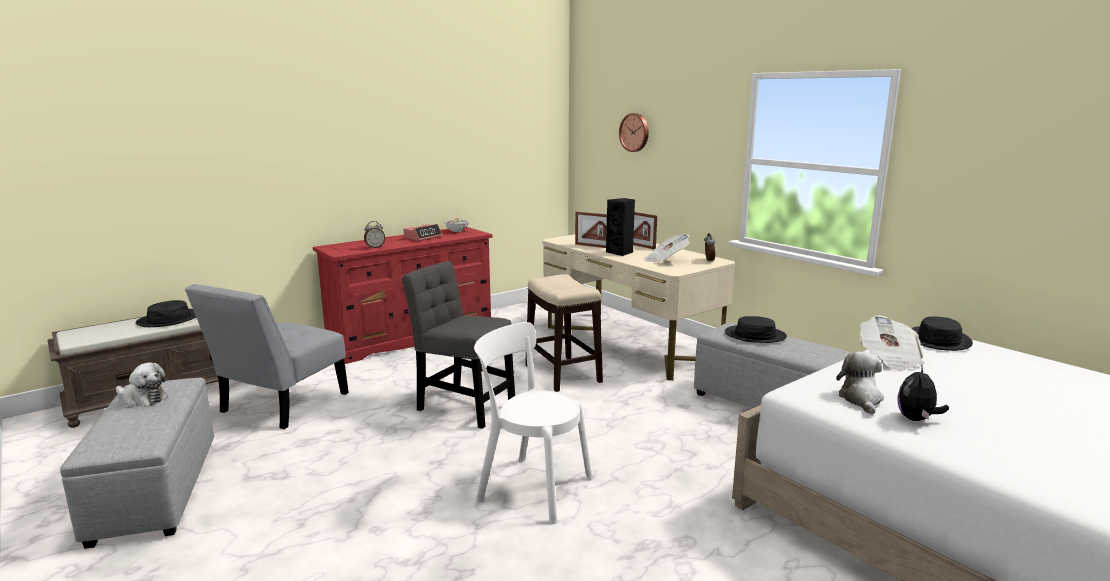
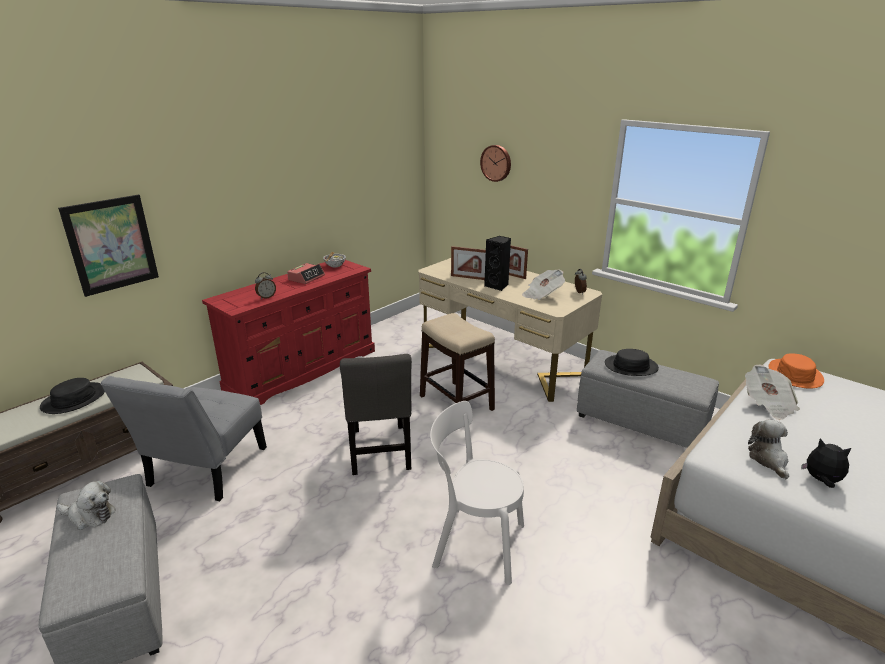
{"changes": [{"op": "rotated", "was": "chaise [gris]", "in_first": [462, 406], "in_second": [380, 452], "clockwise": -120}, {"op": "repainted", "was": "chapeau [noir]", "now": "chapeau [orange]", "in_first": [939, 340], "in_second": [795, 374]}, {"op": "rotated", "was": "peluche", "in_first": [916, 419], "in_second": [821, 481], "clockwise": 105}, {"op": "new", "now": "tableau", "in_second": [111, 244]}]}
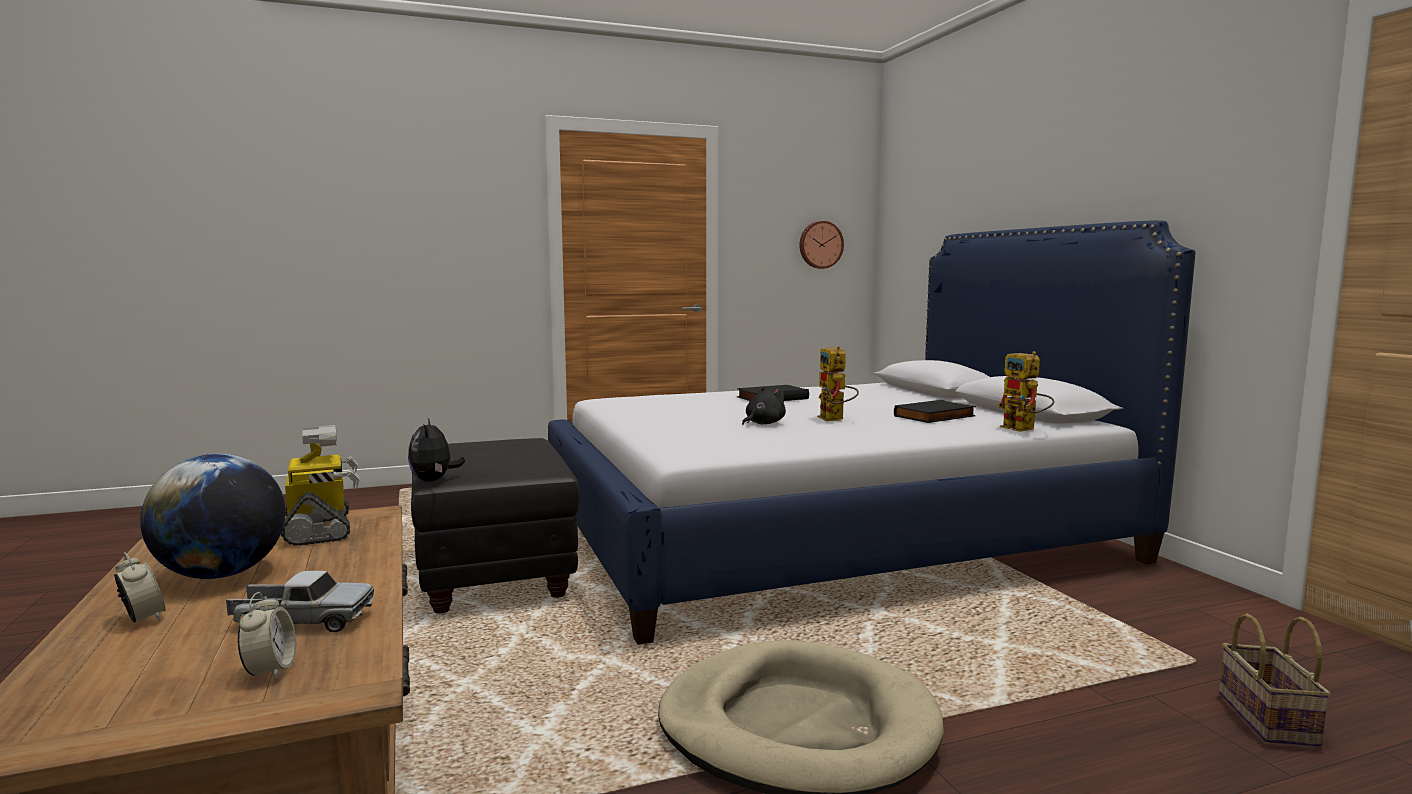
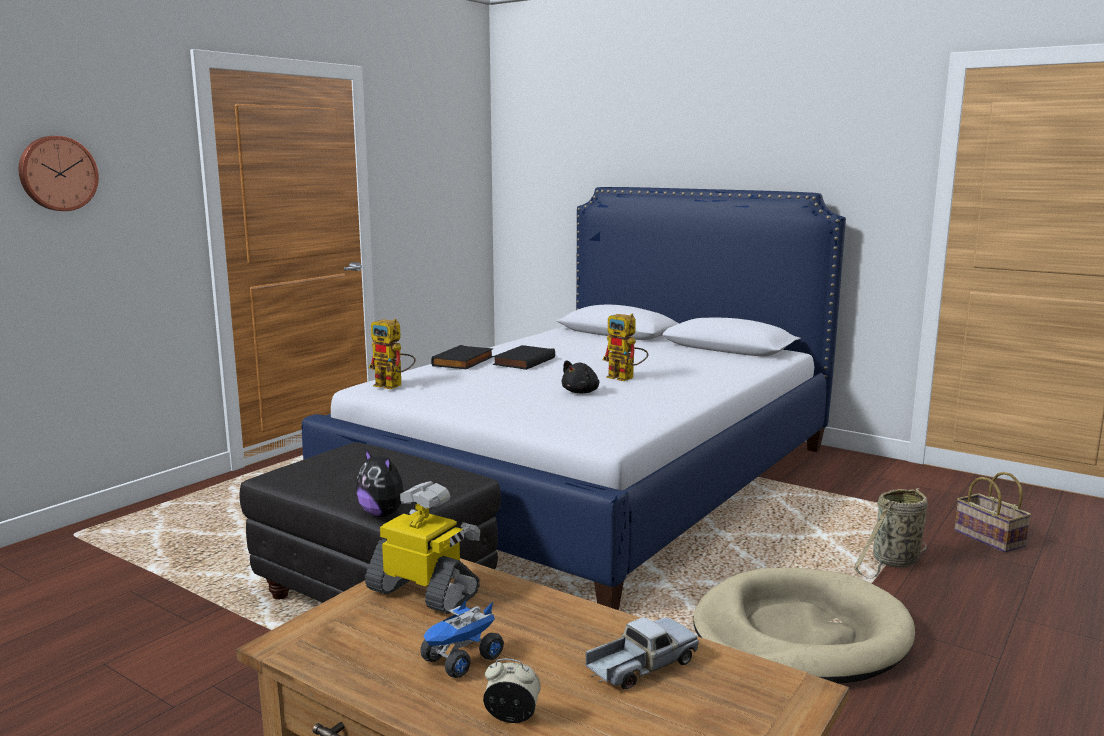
{"changes": [{"op": "shifted", "was": "horloge murale", "in_first": [820, 245], "in_second": [57, 173]}, {"op": "shifted", "was": "robot jouet", "in_first": [1025, 429], "in_second": [394, 386]}, {"op": "rotated", "was": "peluche [noir]", "in_first": [763, 423], "in_second": [581, 392], "clockwise": -150}, {"op": "shifted", "was": "livre [noir]", "in_first": [935, 417], "in_second": [464, 361]}, {"op": "swapped", "was": "globe", "now": "camion jouet", "in_first": [222, 574], "in_second": [462, 660]}, {"op": "gone", "was": "réveil", "in_first": [270, 670]}, {"op": "new", "now": "panier", "in_second": [893, 562]}]}
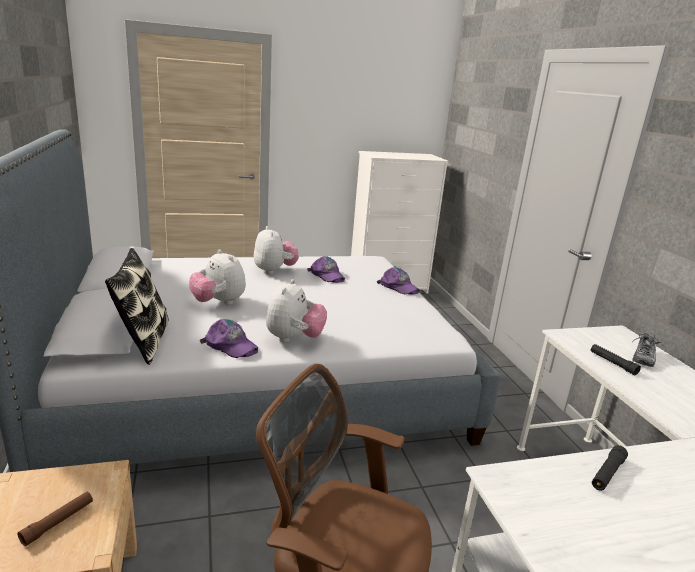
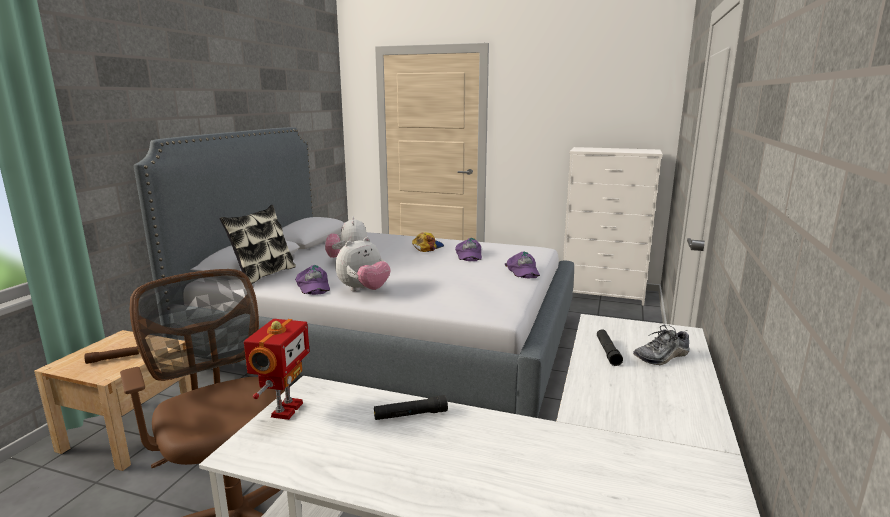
{"changes": [{"op": "swapped", "was": "peluche", "now": "casquette", "in_first": [274, 271], "in_second": [427, 247]}, {"op": "new", "now": "robot jouet", "in_second": [285, 409]}]}
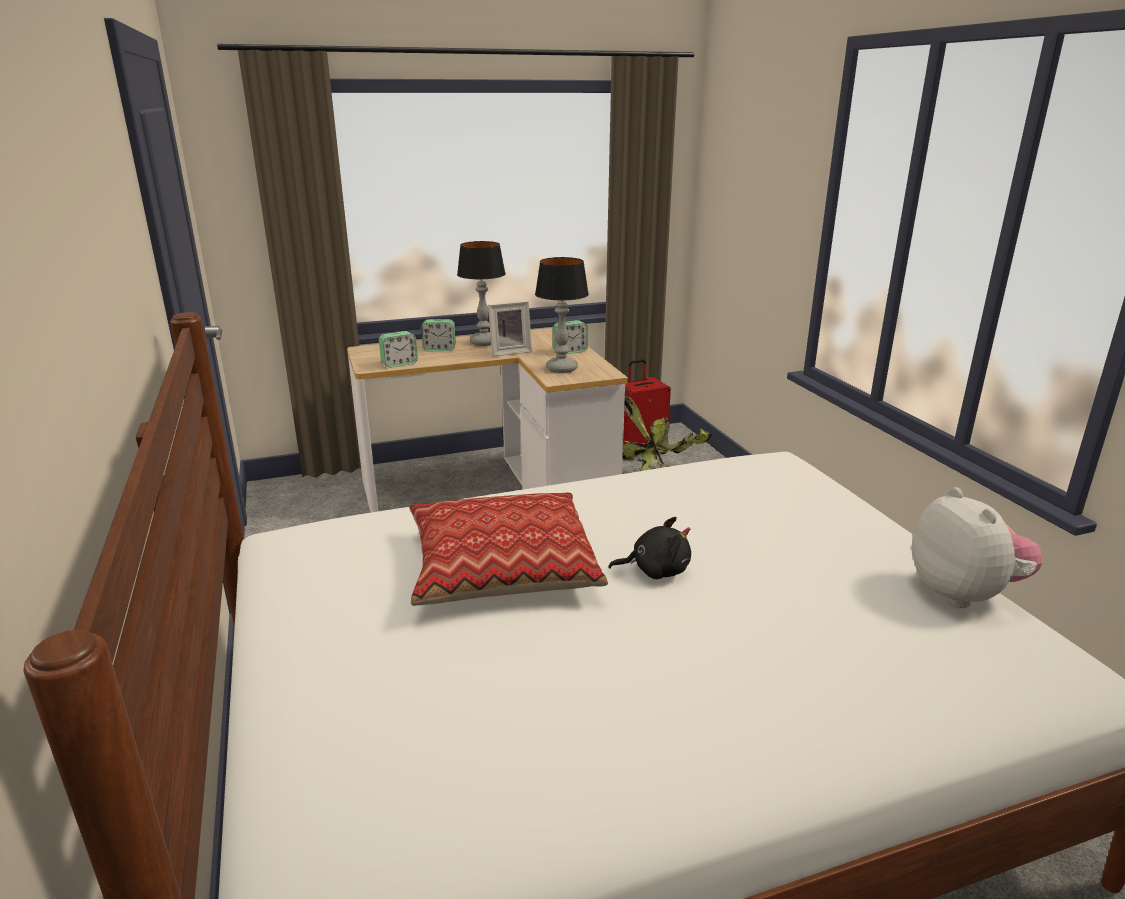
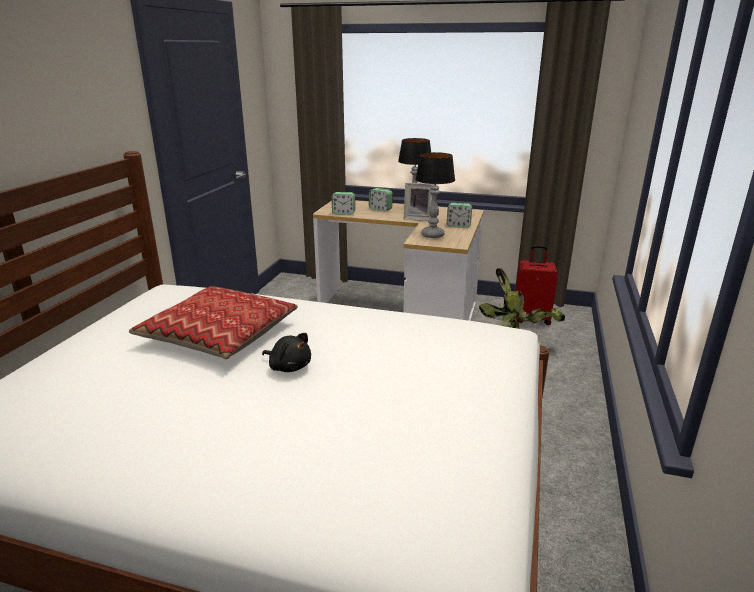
{"changes": [{"op": "gone", "was": "peluche", "in_first": [964, 594]}]}
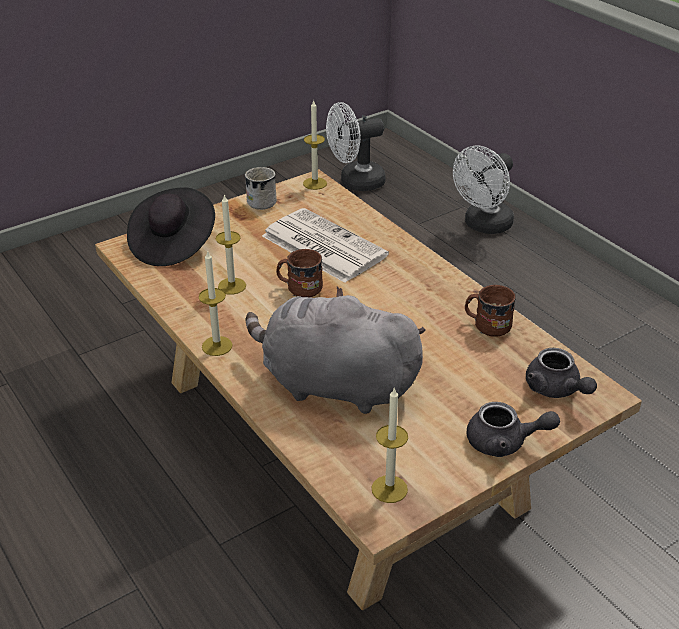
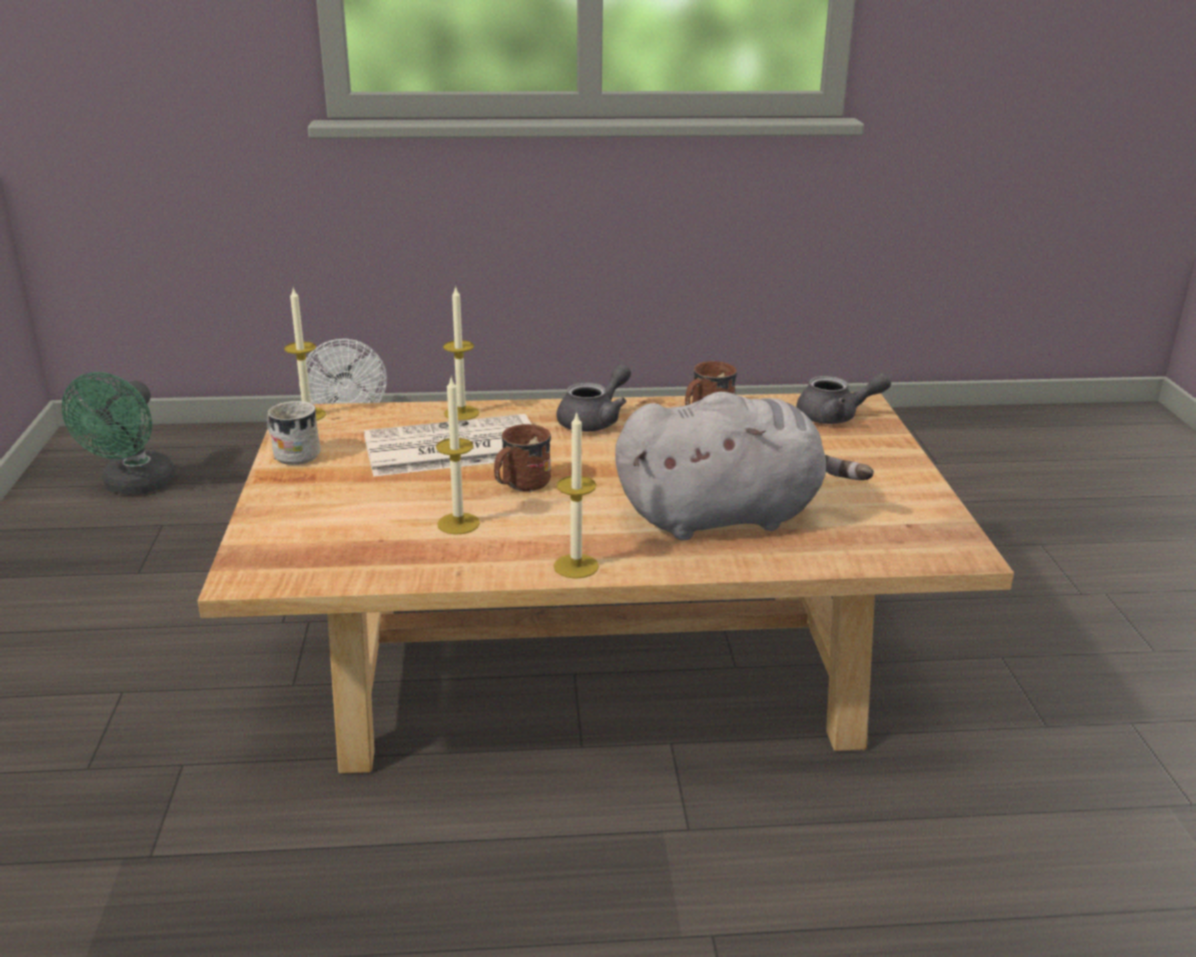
{"changes": [{"op": "repainted", "was": "ventilateur [blanc]", "now": "ventilateur [vert]", "in_first": [355, 182], "in_second": [134, 486]}, {"op": "gone", "was": "chapeau [noir]", "in_first": [173, 244]}, {"op": "rotated", "was": "peluche [gris]", "in_first": [333, 385], "in_second": [727, 516], "clockwise": -150}, {"op": "shifted", "was": "bougie", "in_first": [389, 489], "in_second": [461, 413]}, {"op": "shifted", "was": "théière [gris]", "in_first": [504, 443], "in_second": [595, 420]}]}
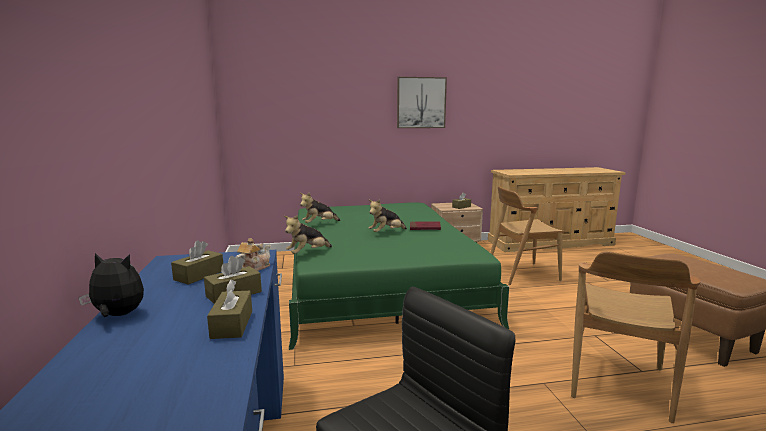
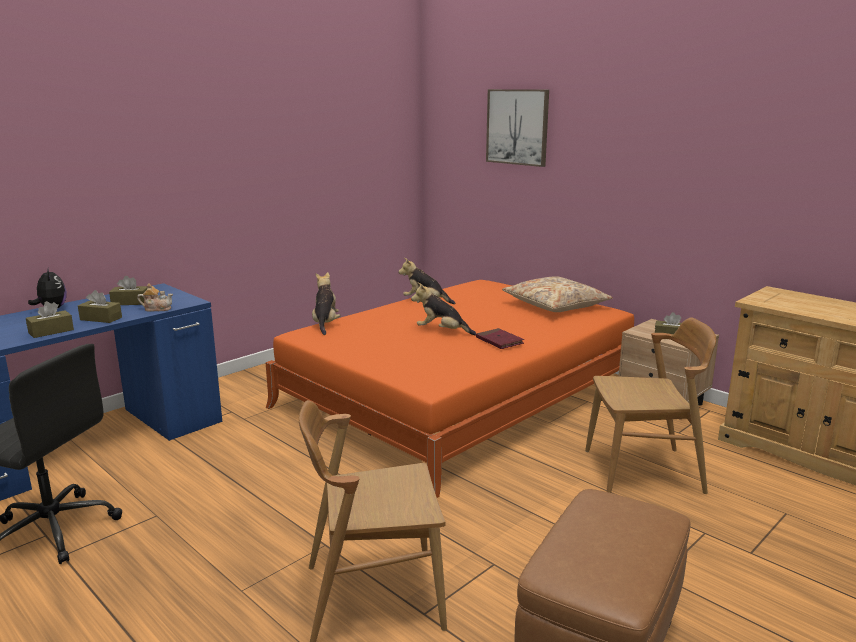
{"changes": [{"op": "shifted", "was": "tableau", "in_first": [421, 102], "in_second": [517, 127]}, {"op": "rotated", "was": "chaise [marron]", "in_first": [522, 273], "in_second": [643, 471], "clockwise": 135}, {"op": "repainted", "was": "lit [vert]", "now": "lit [orange]", "in_first": [378, 281], "in_second": [460, 395]}, {"op": "rotated", "was": "peluche", "in_first": [308, 253], "in_second": [325, 324], "clockwise": 75}, {"op": "new", "now": "coussin [beige]", "in_second": [555, 305]}]}
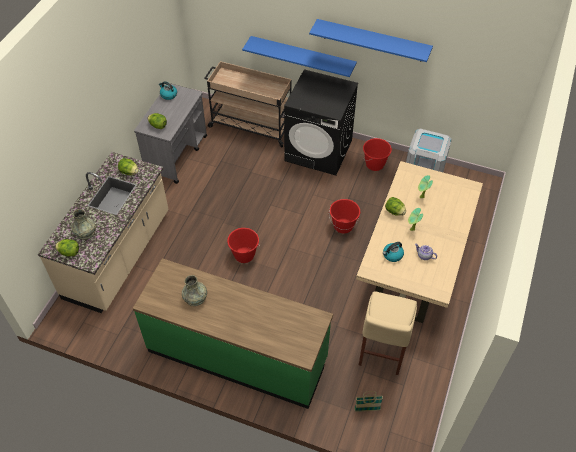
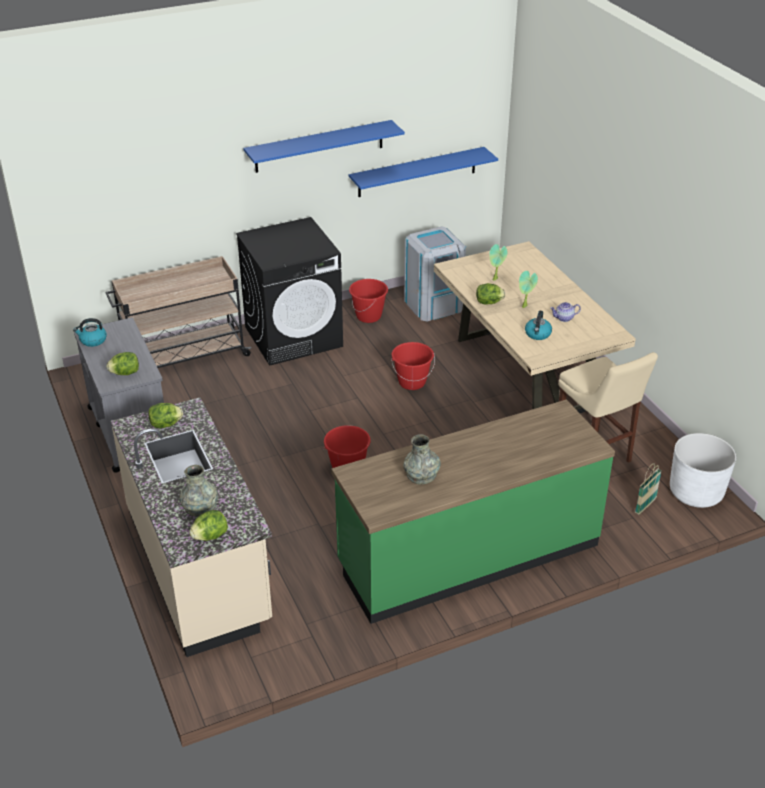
{"changes": [{"op": "shifted", "was": "étagère [bleu]", "in_first": [302, 56], "in_second": [417, 172]}, {"op": "new", "now": "cache-pot [blanc]", "in_second": [696, 492]}]}
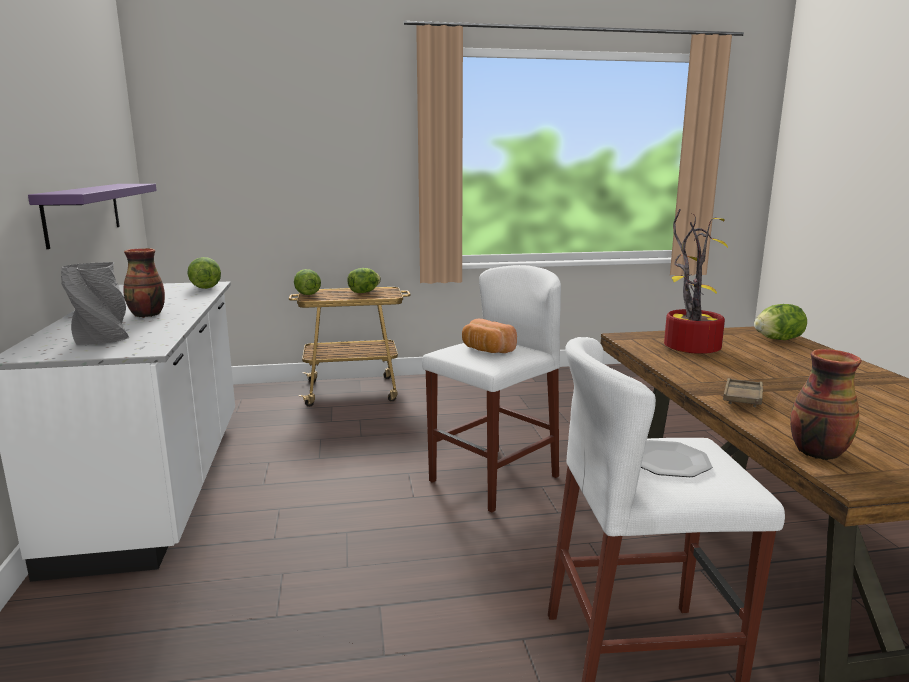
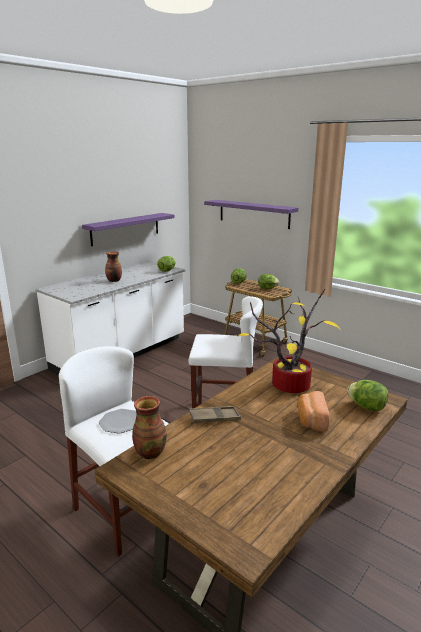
{"changes": [{"op": "gone", "was": "vase [gris]", "in_first": [102, 340]}, {"op": "shifted", "was": "pain", "in_first": [486, 350], "in_second": [311, 420]}, {"op": "new", "now": "étagère [violet]", "in_second": [253, 213]}]}
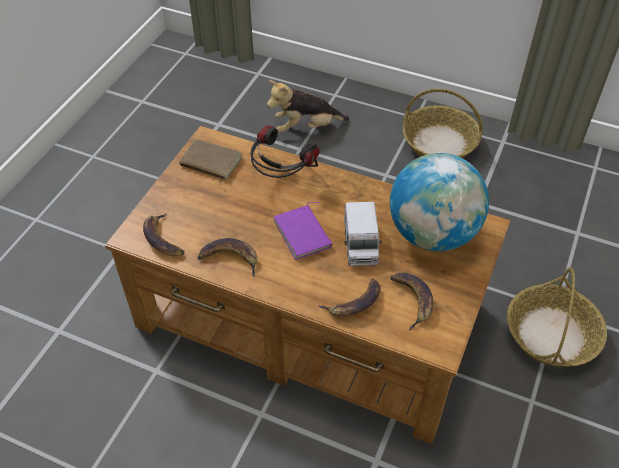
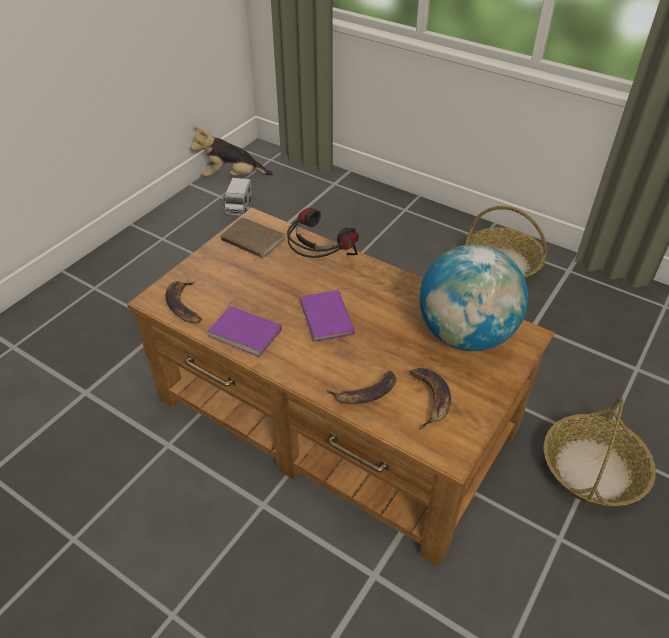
{"changes": [{"op": "shifted", "was": "peluche", "in_first": [306, 127], "in_second": [232, 177]}, {"op": "shifted", "was": "camion jouet", "in_first": [360, 244], "in_second": [238, 206]}, {"op": "swapped", "was": "banane", "now": "livre [violet]", "in_first": [230, 258], "in_second": [247, 332]}]}
